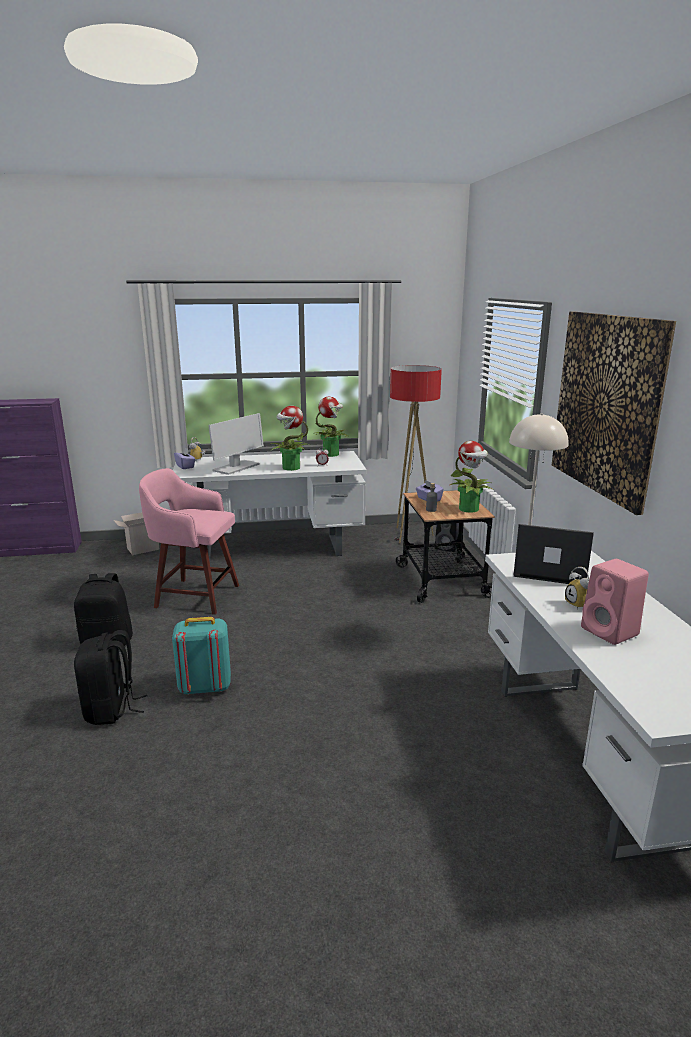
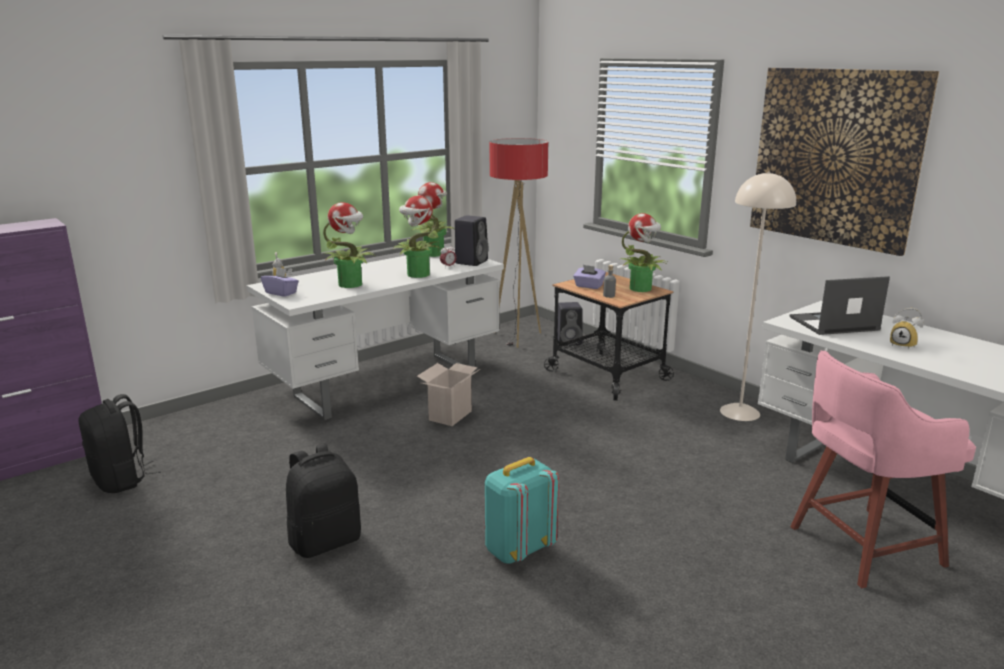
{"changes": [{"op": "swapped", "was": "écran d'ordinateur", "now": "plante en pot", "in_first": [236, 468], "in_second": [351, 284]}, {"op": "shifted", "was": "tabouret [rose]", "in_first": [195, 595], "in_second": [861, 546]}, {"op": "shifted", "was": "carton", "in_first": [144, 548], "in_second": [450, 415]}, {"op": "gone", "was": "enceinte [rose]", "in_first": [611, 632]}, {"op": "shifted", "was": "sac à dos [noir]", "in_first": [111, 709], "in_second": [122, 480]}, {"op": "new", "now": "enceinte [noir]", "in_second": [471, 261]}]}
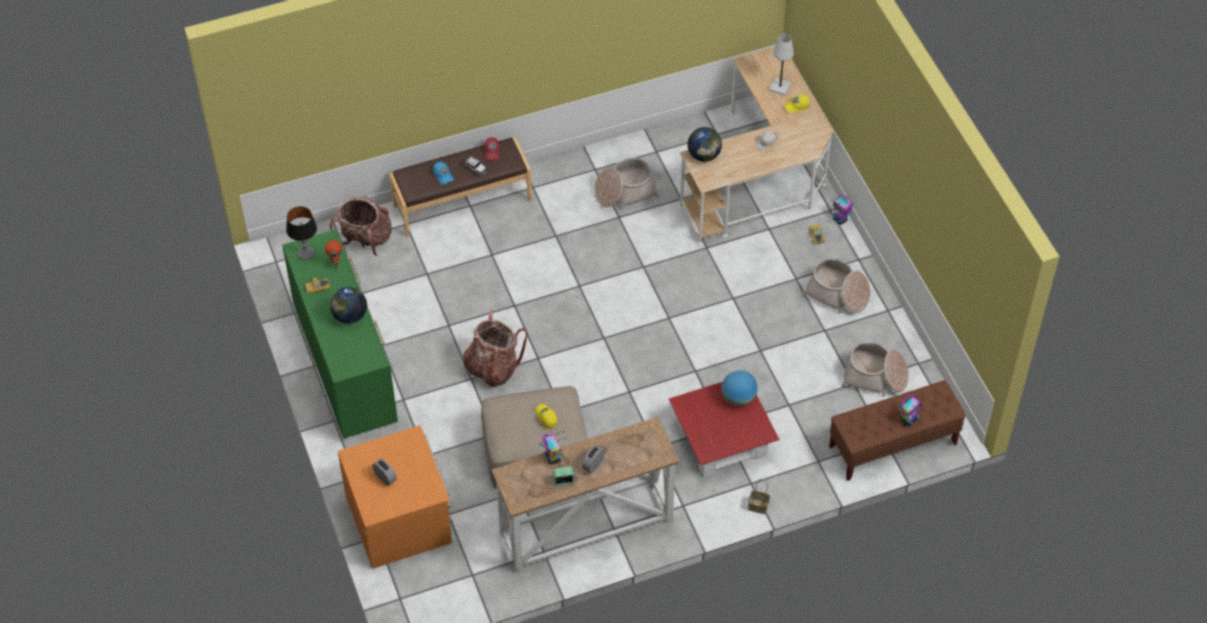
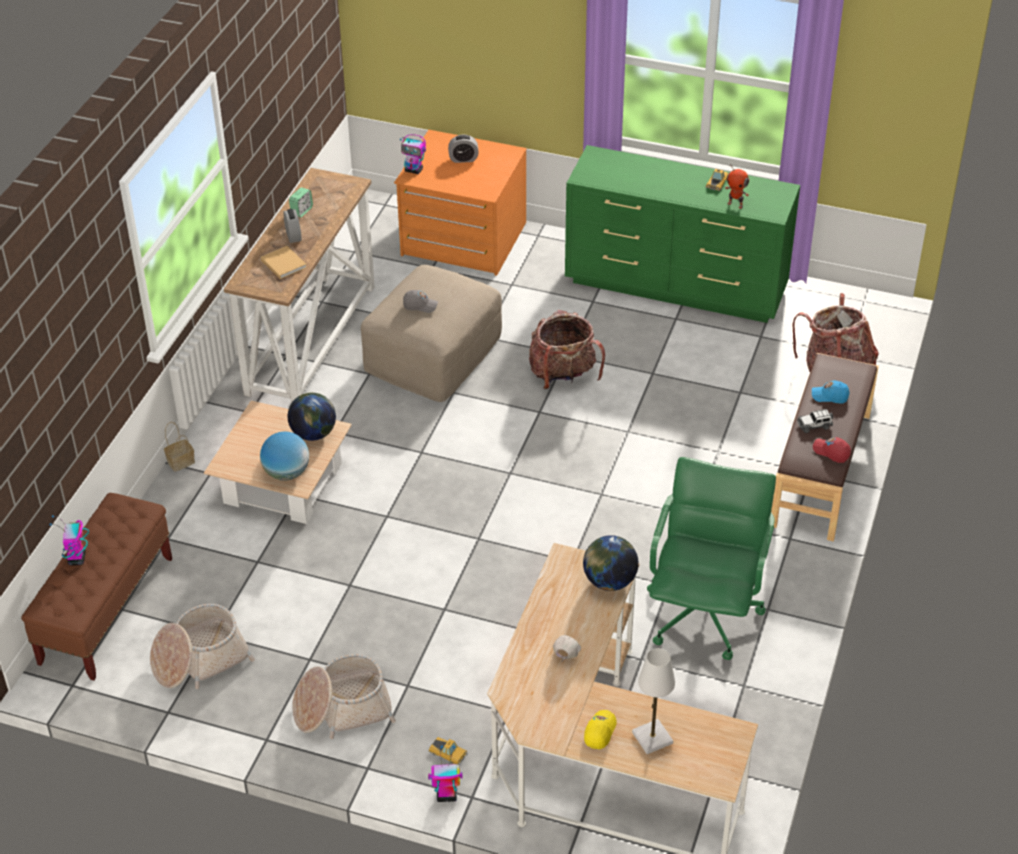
{"changes": [{"op": "swapped", "was": "panier", "now": "chaise de bureau [vert]", "in_first": [624, 191], "in_second": [704, 614]}, {"op": "gone", "was": "lampe de table", "in_first": [306, 253]}, {"op": "shifted", "was": "globe", "in_first": [350, 316], "in_second": [313, 433]}, {"op": "repainted", "was": "table basse [rouge]", "now": "table basse [beige]", "in_first": [722, 440], "in_second": [283, 483]}, {"op": "repainted", "was": "casquette [jaune]", "now": "casquette [gris]", "in_first": [546, 417], "in_second": [420, 306]}, {"op": "shifted", "was": "robot jouet", "in_first": [553, 458], "in_second": [414, 170]}, {"op": "new", "now": "livre [beige]", "in_second": [283, 263]}]}
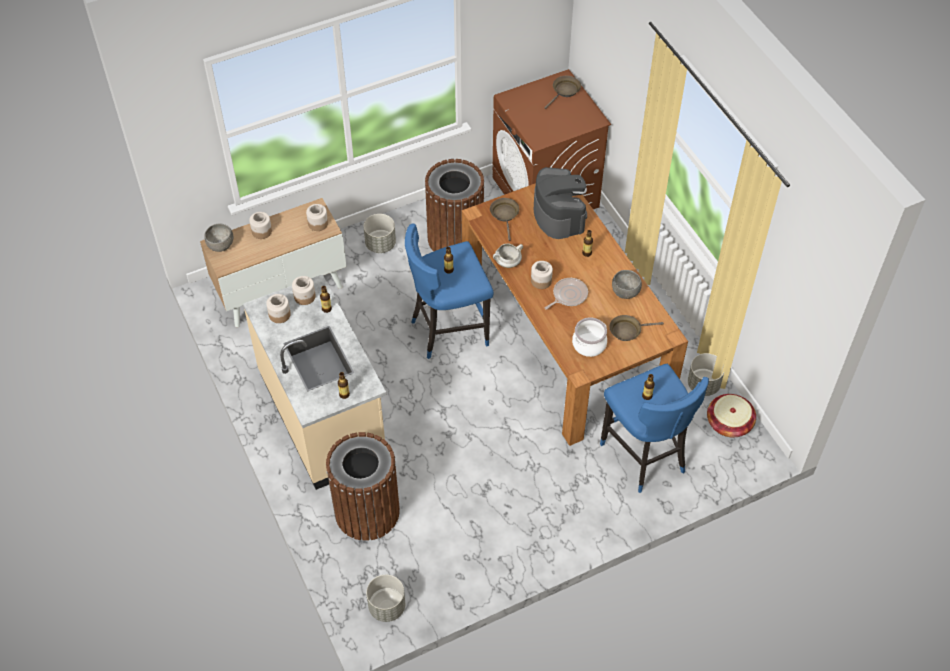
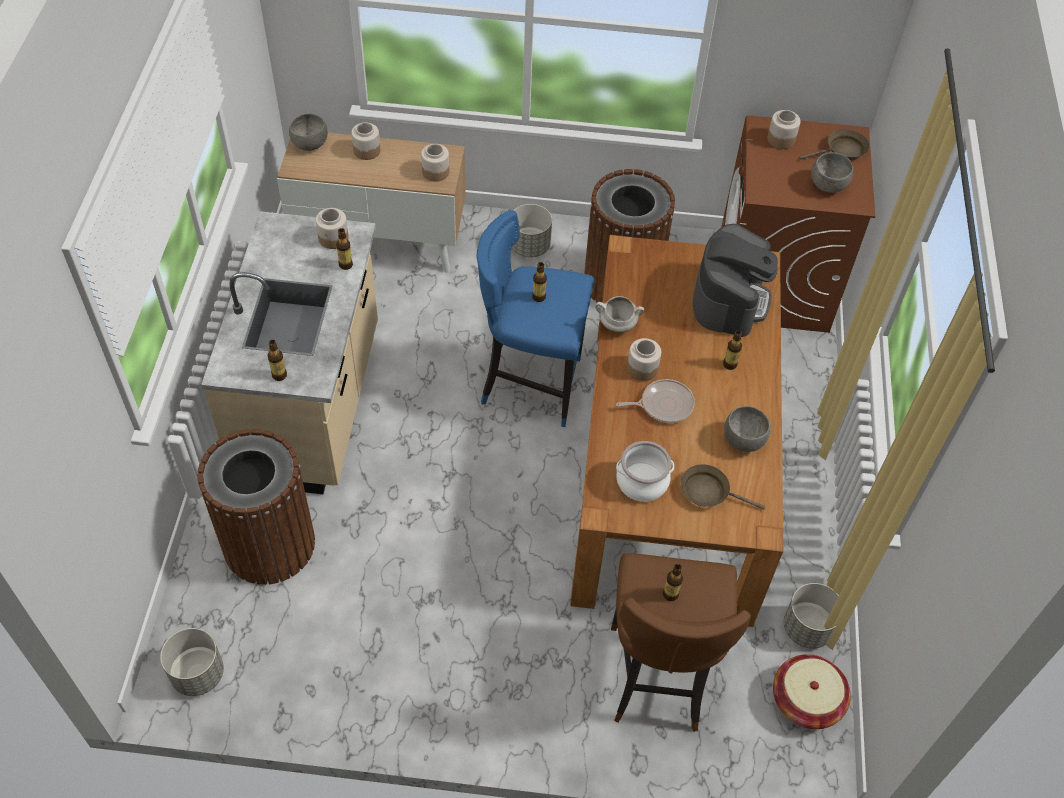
{"changes": [{"op": "gone", "was": "poêle [marron]", "in_first": [505, 215]}, {"op": "shifted", "was": "bocal", "in_first": [279, 314], "in_second": [780, 139]}, {"op": "repainted", "was": "tabouret [bleu]", "now": "tabouret [marron]", "in_first": [644, 457], "in_second": [657, 678]}, {"op": "new", "now": "bol [gris]", "in_second": [827, 185]}]}
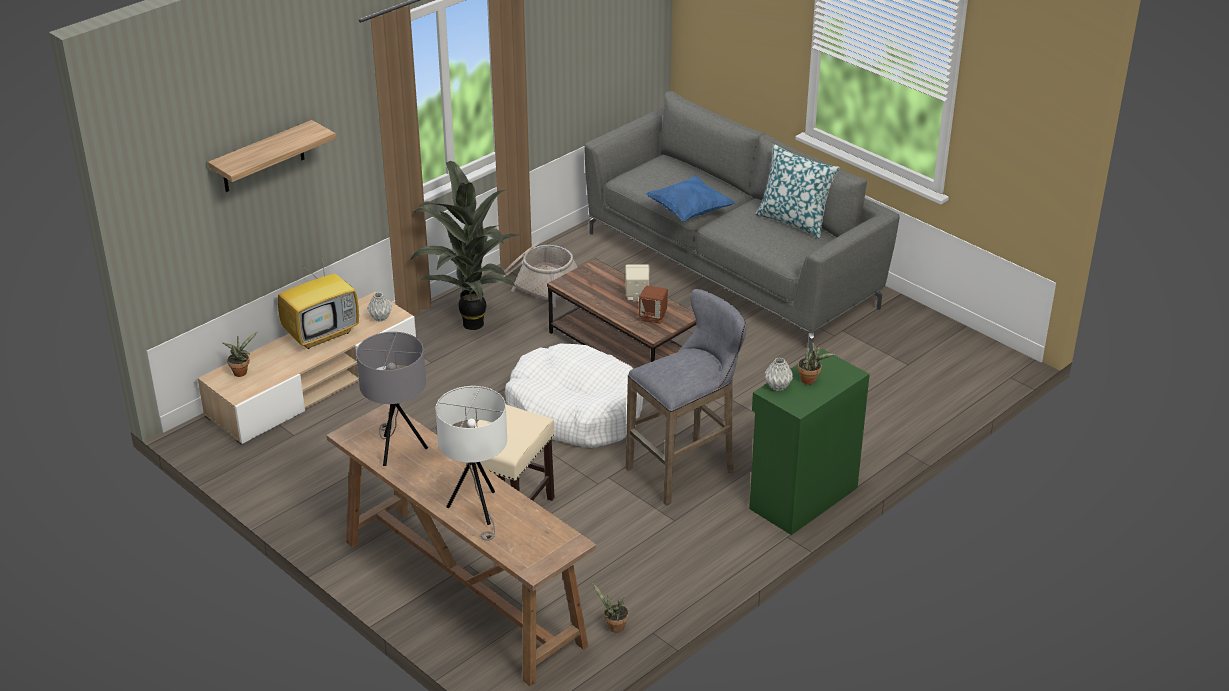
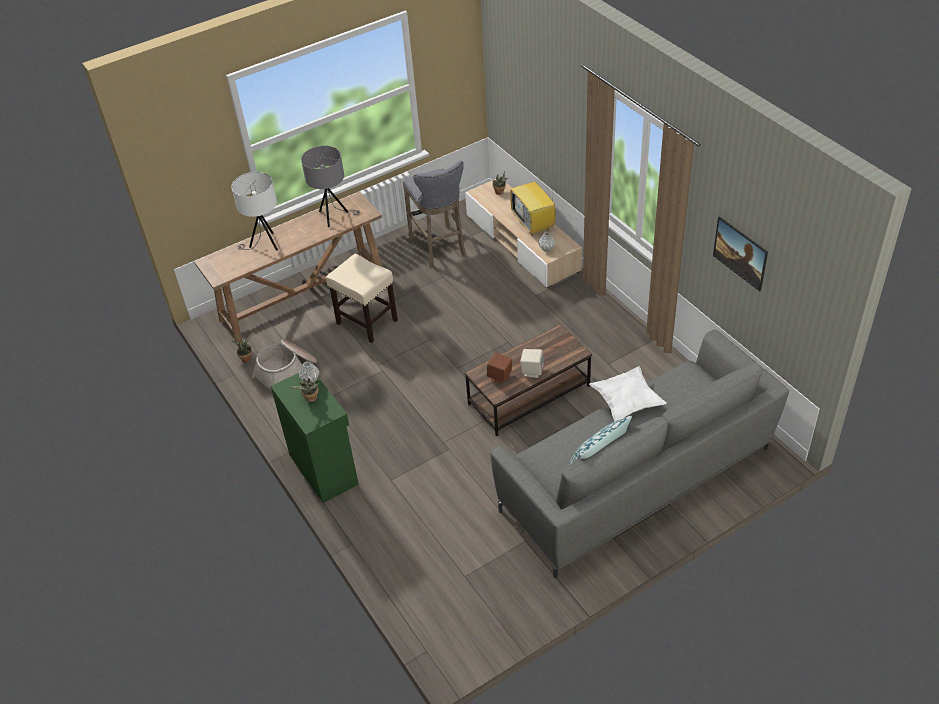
{"changes": [{"op": "gone", "was": "étagère", "in_first": [263, 157]}, {"op": "gone", "was": "plante en pot", "in_first": [469, 326]}, {"op": "repainted", "was": "coussin [bleu]", "now": "coussin [blanc]", "in_first": [689, 211], "in_second": [626, 402]}, {"op": "shifted", "was": "panier", "in_first": [541, 284], "in_second": [287, 372]}, {"op": "shifted", "was": "tabouret [gris]", "in_first": [685, 469], "in_second": [439, 248]}, {"op": "gone", "was": "panier pour chien [blanc]", "in_first": [575, 411]}, {"op": "new", "now": "tableau", "in_second": [738, 263]}]}
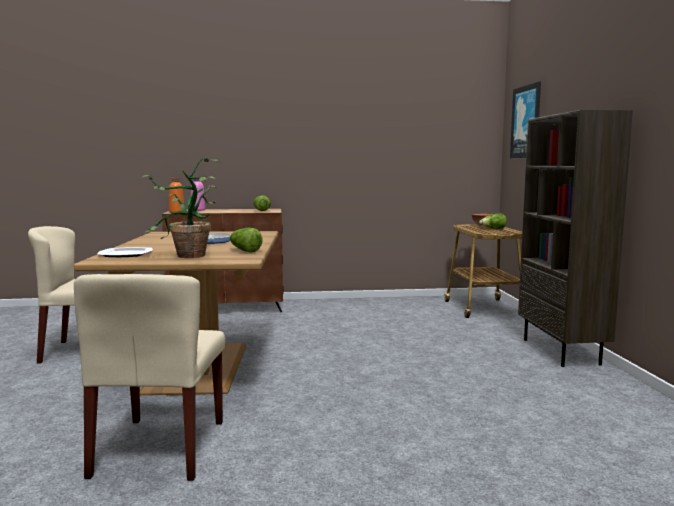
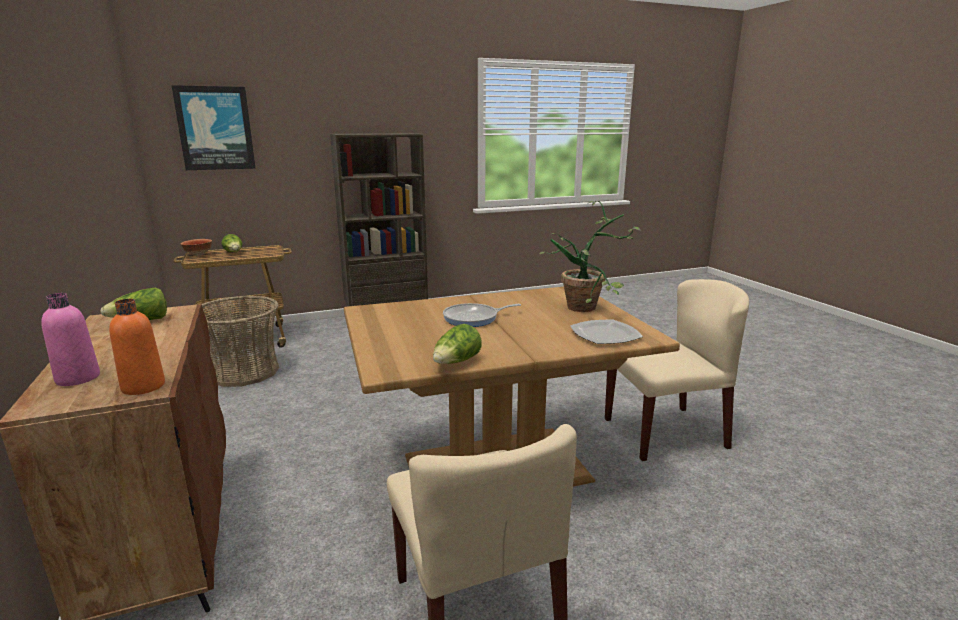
{"changes": [{"op": "shifted", "was": "laitue", "in_first": [244, 251], "in_second": [456, 362]}, {"op": "new", "now": "panier", "in_second": [244, 372]}]}
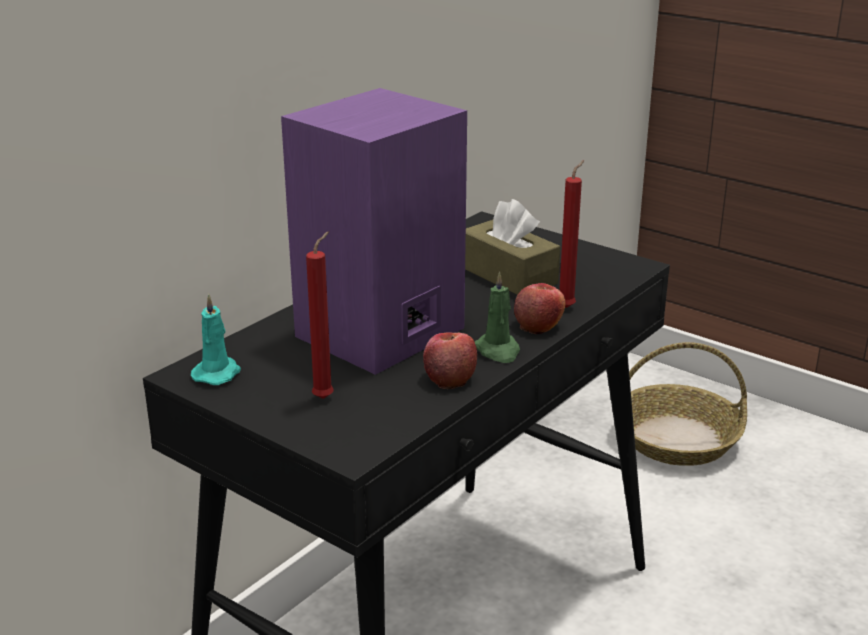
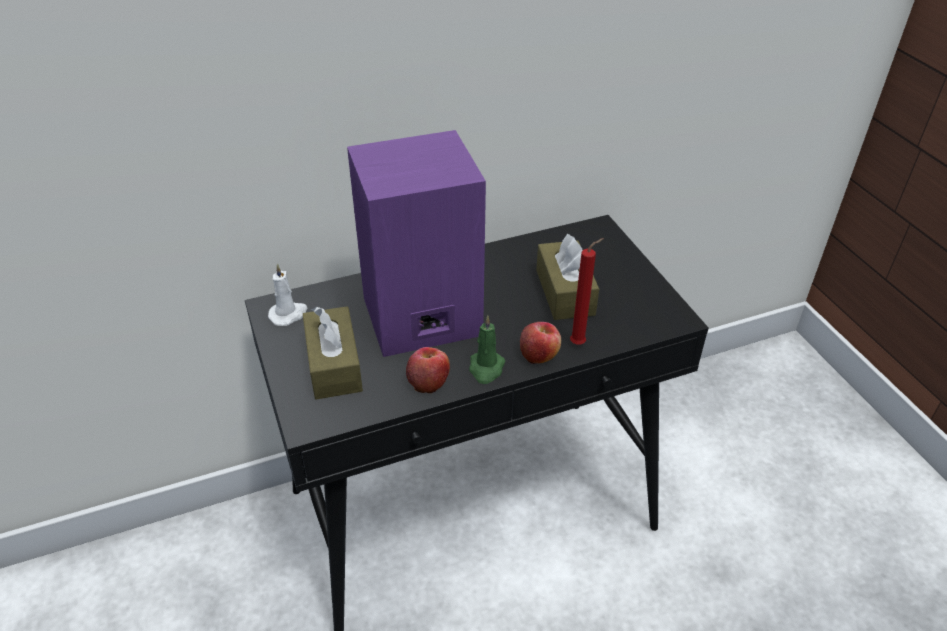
{"changes": [{"op": "swapped", "was": "bougie [rouge]", "now": "boîte à mouchoirs [marron]", "in_first": [326, 397], "in_second": [334, 365]}, {"op": "repainted", "was": "bougie [turquoise]", "now": "bougie [blanc]", "in_first": [218, 373], "in_second": [289, 314]}, {"op": "gone", "was": "panier", "in_first": [677, 439]}]}
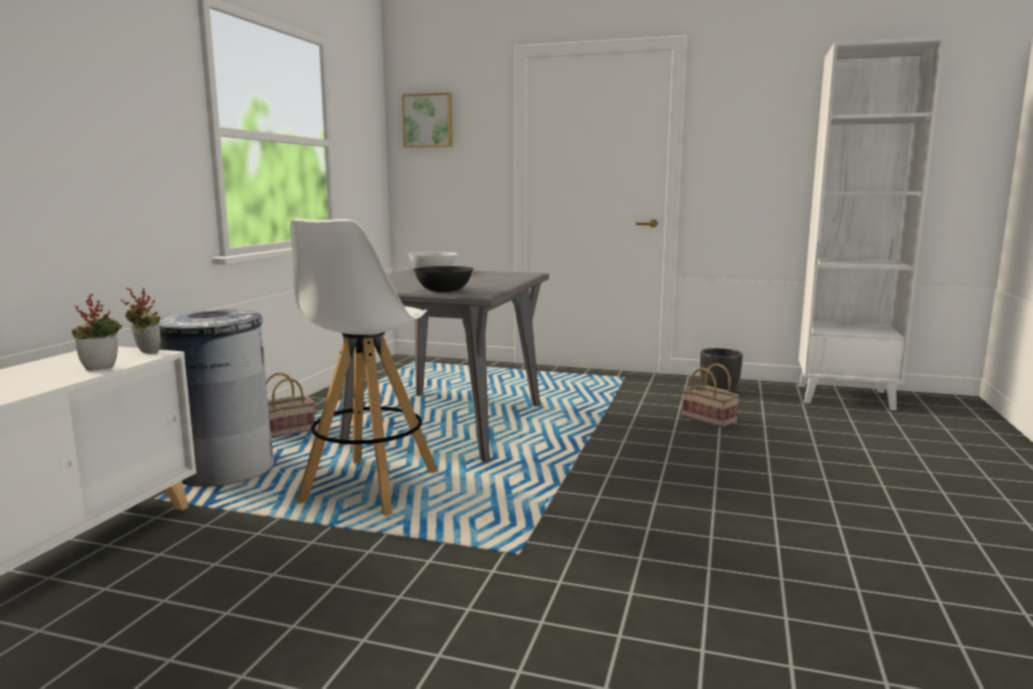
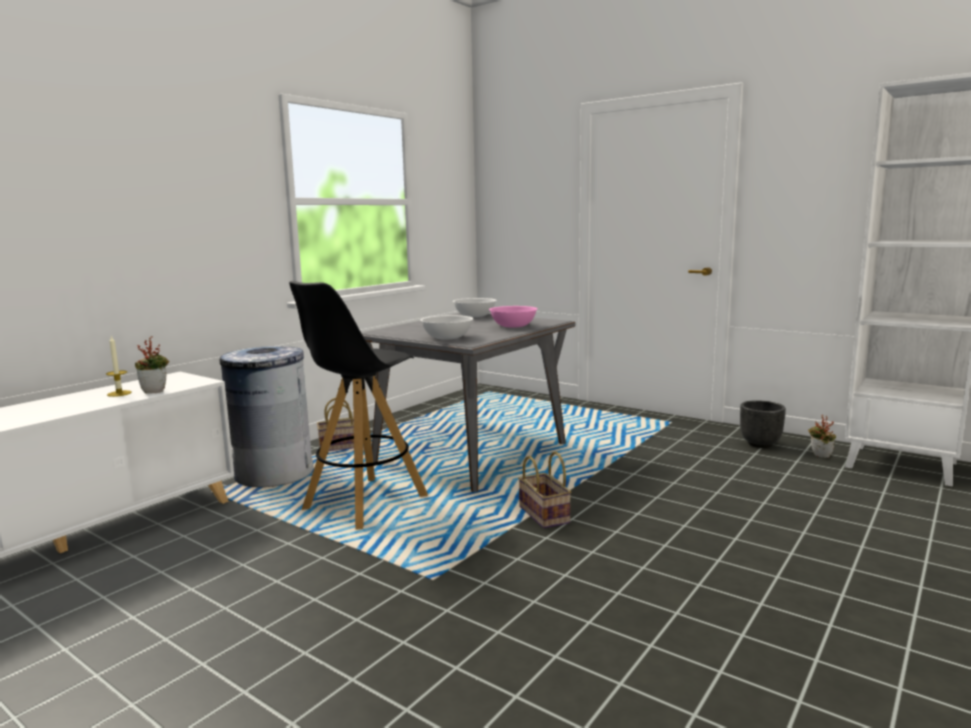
{"changes": [{"op": "gone", "was": "tableau", "in_first": [428, 120]}, {"op": "repainted", "was": "tabouret [blanc]", "now": "tabouret [noir]", "in_first": [369, 487], "in_second": [364, 503]}, {"op": "repainted", "was": "bol [noir]", "now": "bol [blanc]", "in_first": [443, 291], "in_second": [447, 338]}, {"op": "shifted", "was": "plante en pot", "in_first": [145, 352], "in_second": [819, 456]}, {"op": "shifted", "was": "panier", "in_first": [710, 419], "in_second": [545, 515]}, {"op": "new", "now": "bol [rose]", "in_second": [513, 326]}, {"op": "new", "now": "bougie", "in_second": [119, 393]}]}
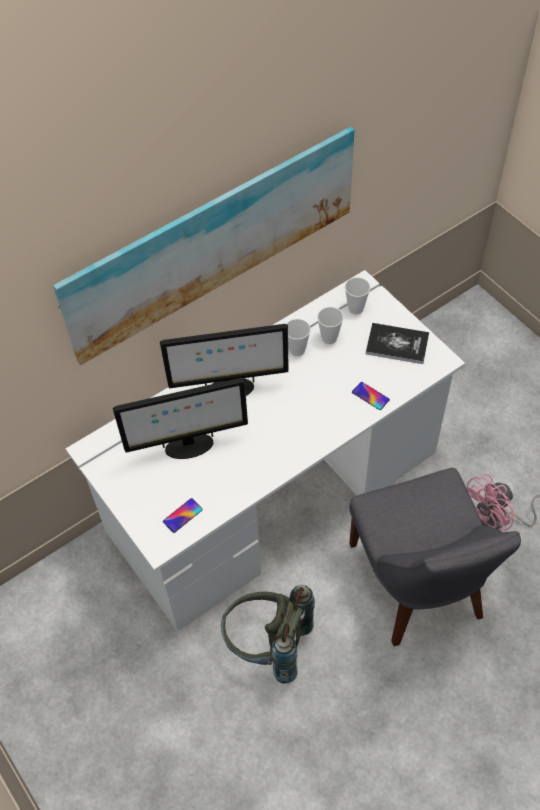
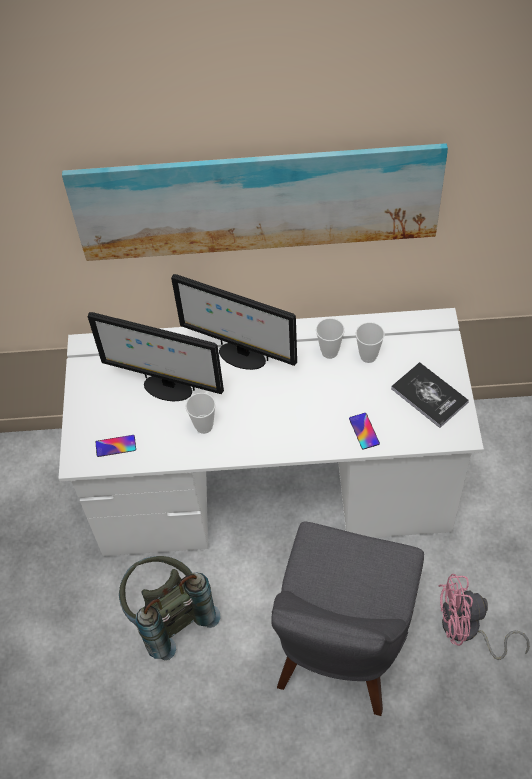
{"changes": [{"op": "shifted", "was": "tasse", "in_first": [355, 308], "in_second": [204, 426]}]}
